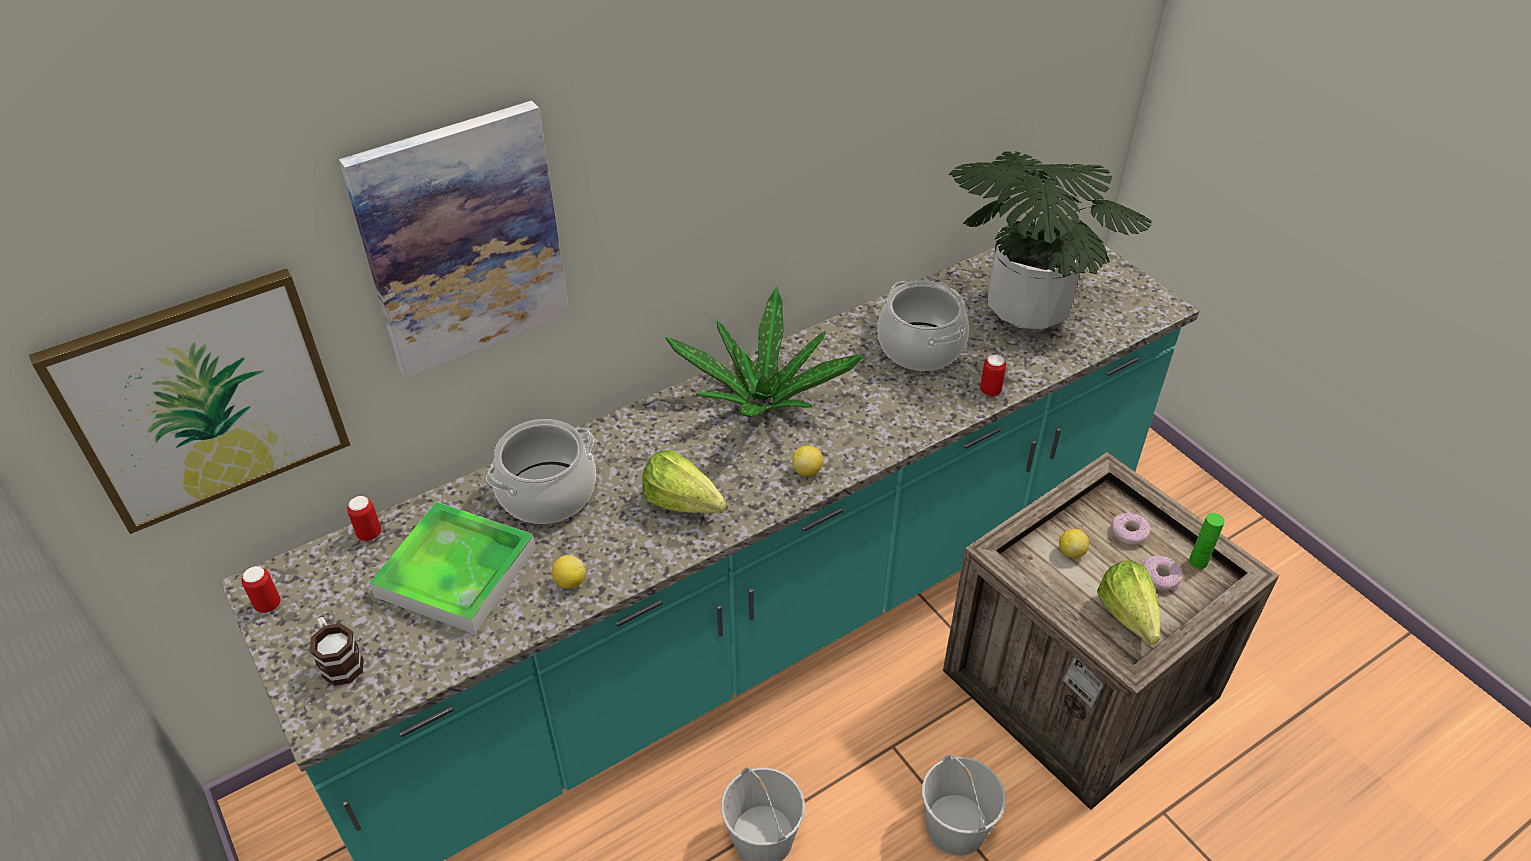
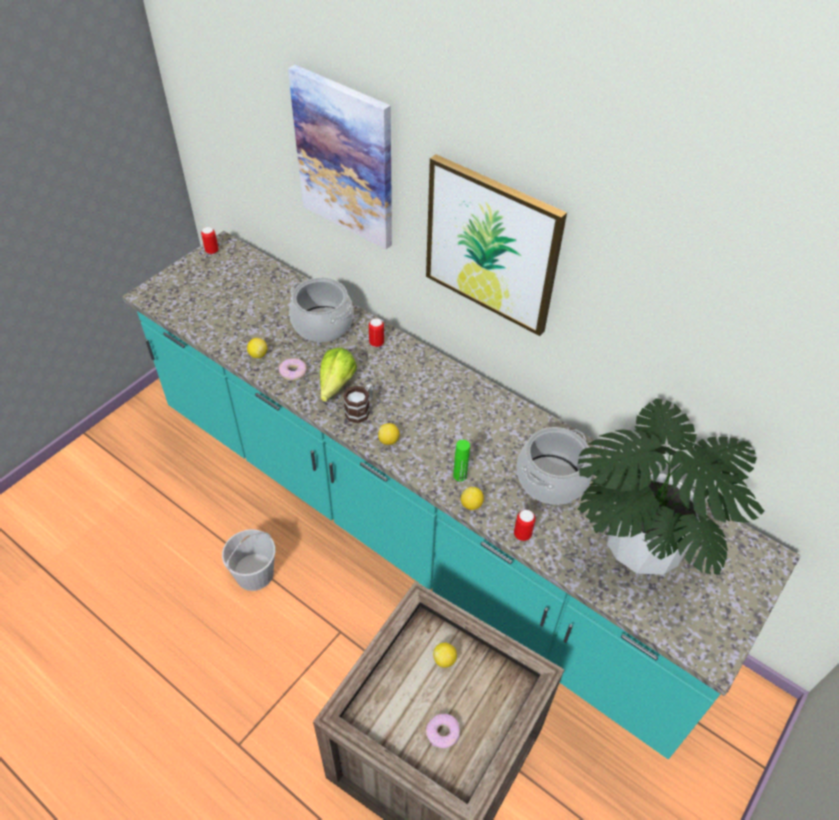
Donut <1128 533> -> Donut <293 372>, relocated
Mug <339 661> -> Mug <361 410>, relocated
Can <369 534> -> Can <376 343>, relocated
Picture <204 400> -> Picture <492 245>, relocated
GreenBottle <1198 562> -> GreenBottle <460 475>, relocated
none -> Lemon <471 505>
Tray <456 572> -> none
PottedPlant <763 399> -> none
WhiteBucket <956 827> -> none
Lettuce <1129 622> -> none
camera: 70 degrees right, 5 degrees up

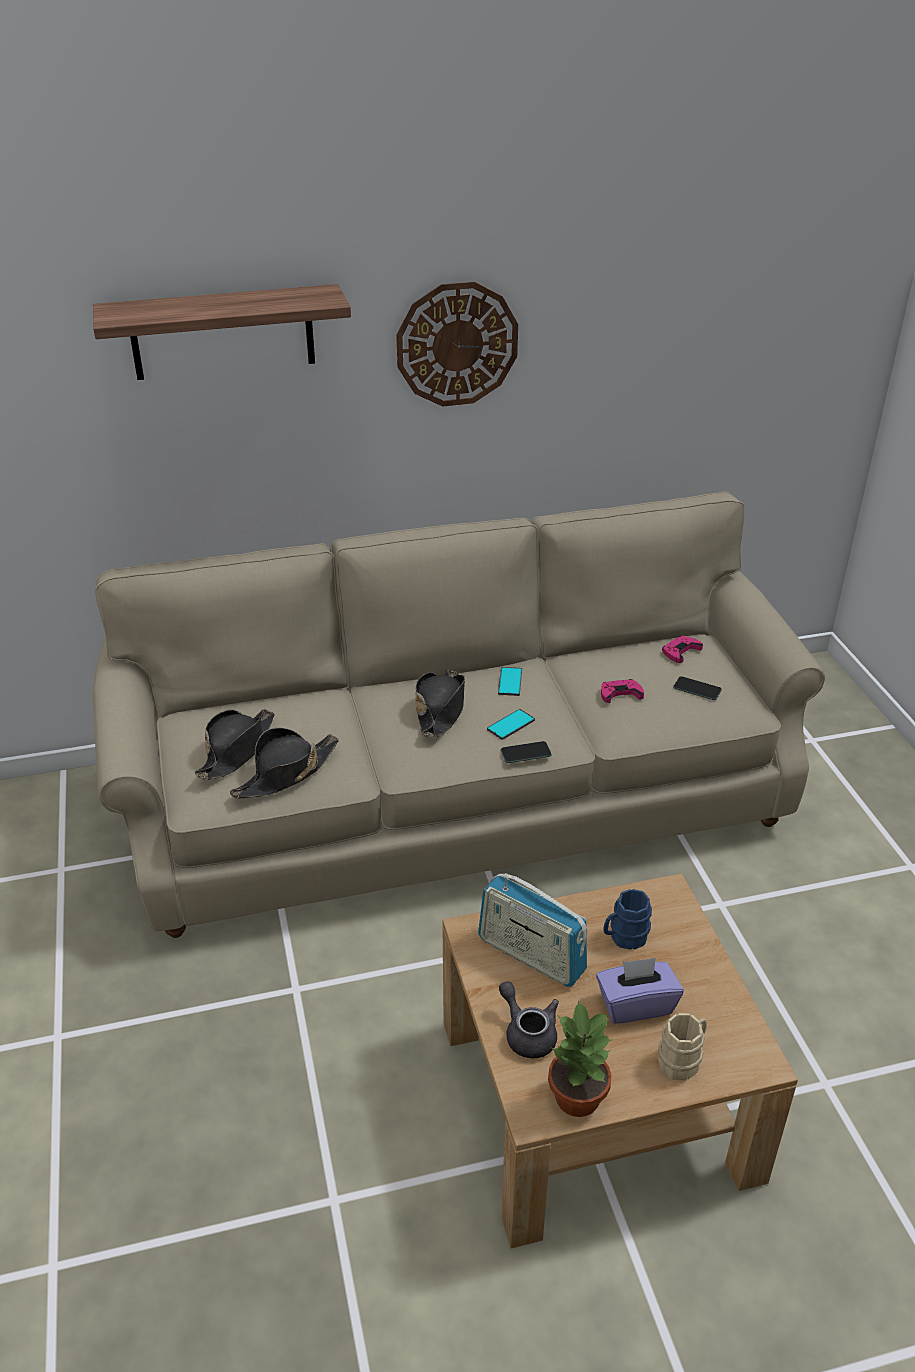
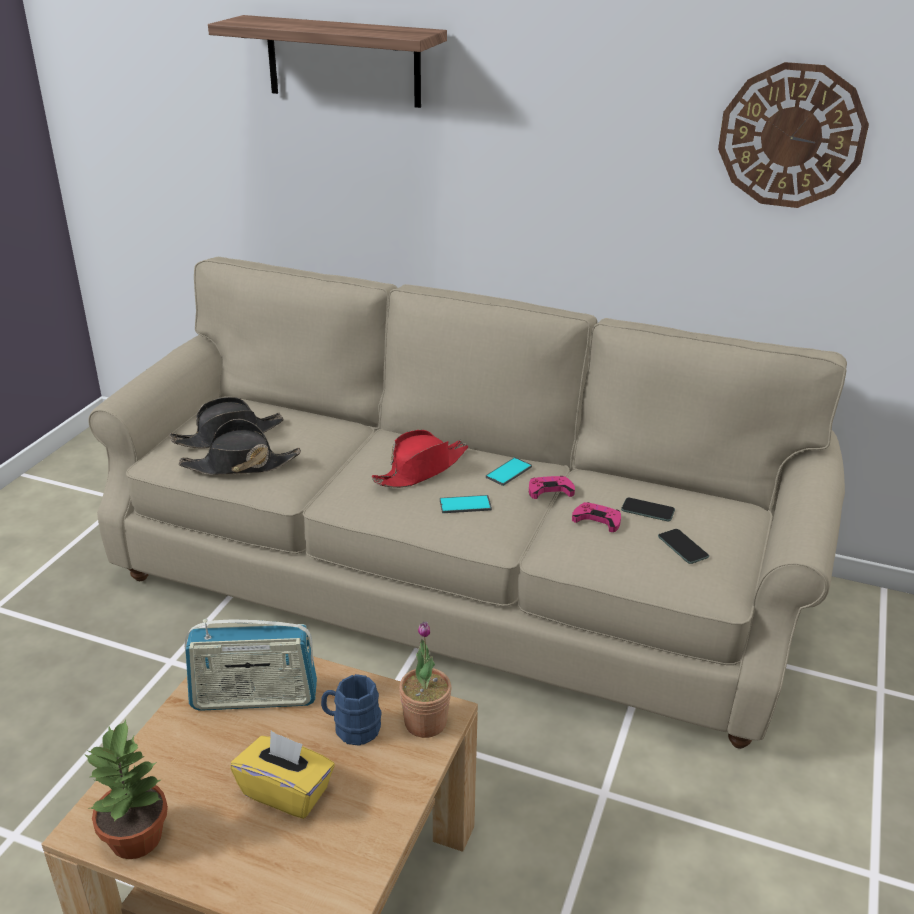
Radio <531 955> -> Radio <254 698>, 75 degrees counterclockwise
PurpleTissueBox <635 1004> -> YellowTissueBox <286 791>
BlackHat <440 709> -> RedHat <421 469>
none -> PottedPlant <425 722>
PinkGameController <680 651> -> PinkGameController <550 490>, relocated
Phone <526 753> -> Phone <648 510>, relocated
WallClock <457 344> -> WallClock <791 136>, relocated
GreyTeapot <527 1033> -> none
BeigeMug <682 1059> -> none
camera: 35 degrees right, 5 degrees down

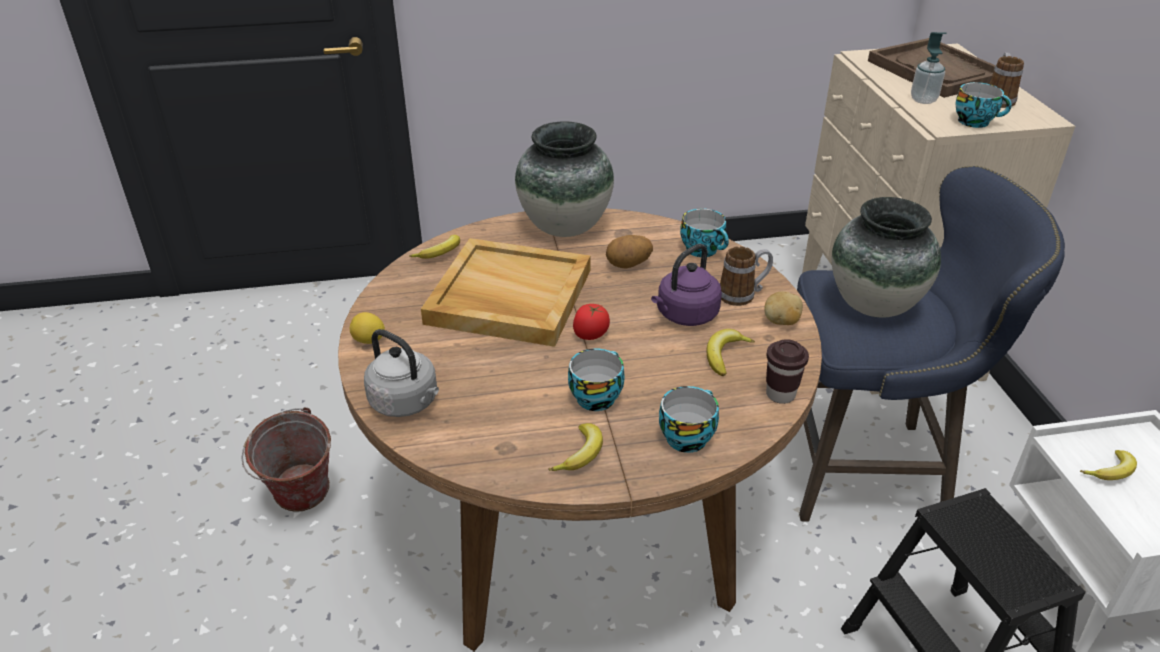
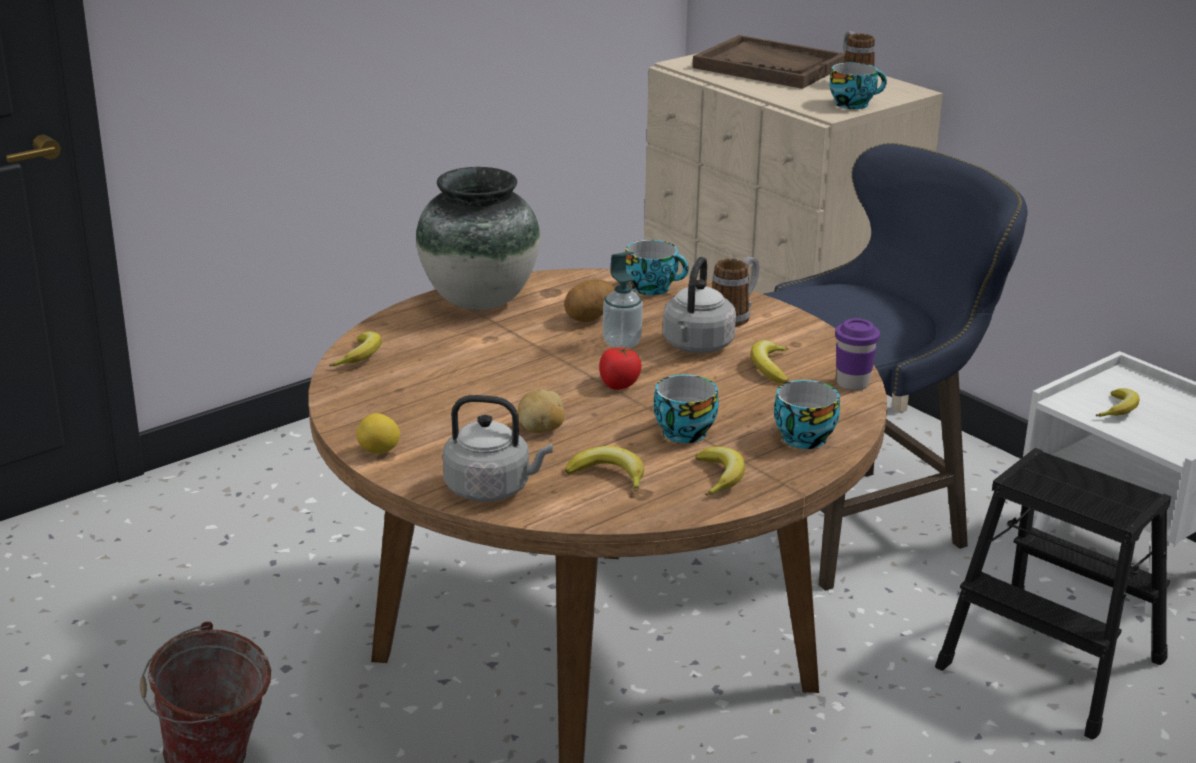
Potato <781 322> -> Potato <541 430>, relocated
none -> Banana <609 475>
SoapDispenser <923 100> -> SoapDispenser <622 343>, relocated
PurpleKettle <685 316> -> GreyKettle <696 346>
BrownCup <780 394> -> PurpleCup <852 384>
BeigeTray <508 297> -> none
Vase <874 306> -> none
camera: 30 degrees left, 10 degrees down

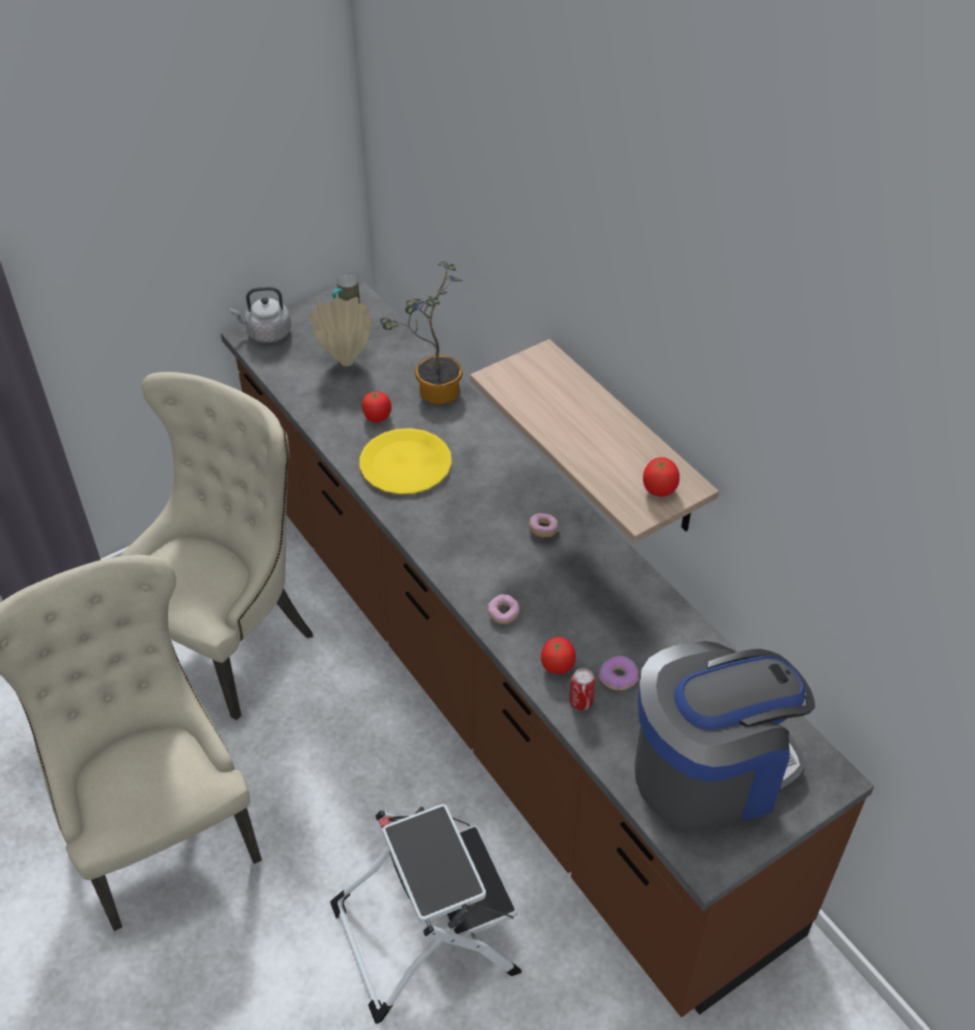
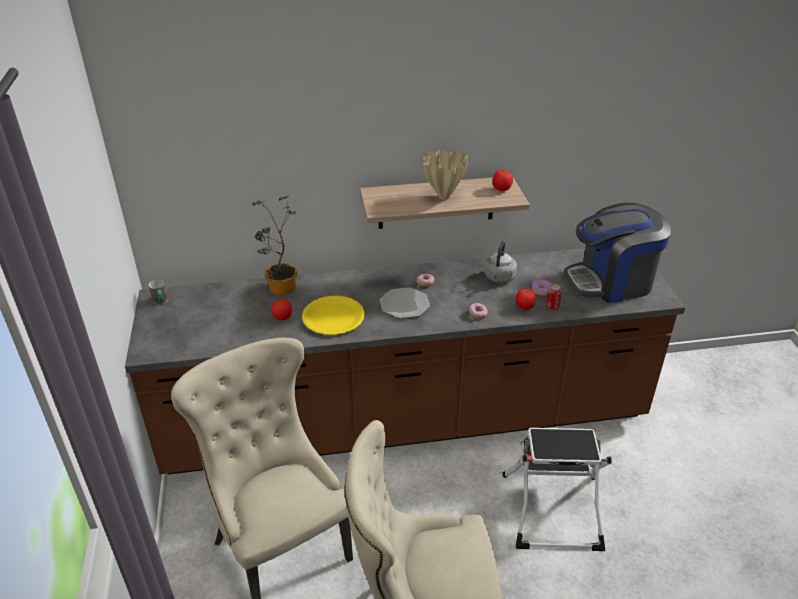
none -> Plate <404 304>
BeigeVase <346 361> -> BeigeVase <443 197>, relocated
GreyKettle <266 333> -> GreyKettle <499 278>, relocated
CoffeeMachine <710 770> -> CoffeeMachine <611 281>, 105 degrees counterclockwise
camera: 65 degrees left, 10 degrees down

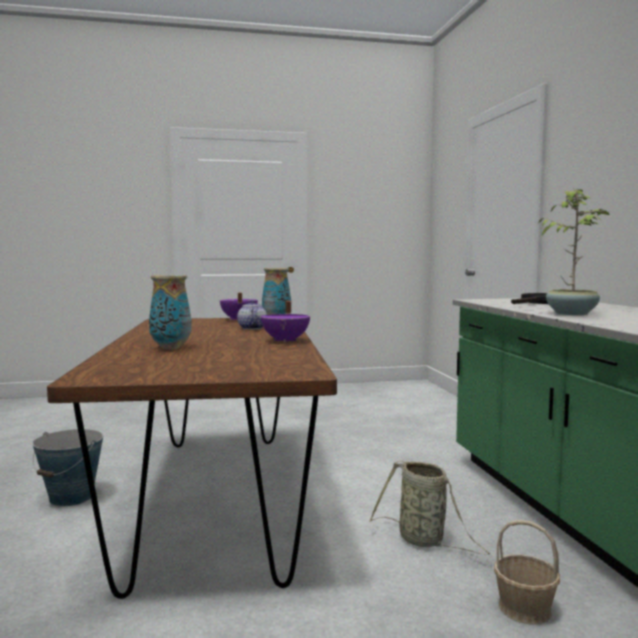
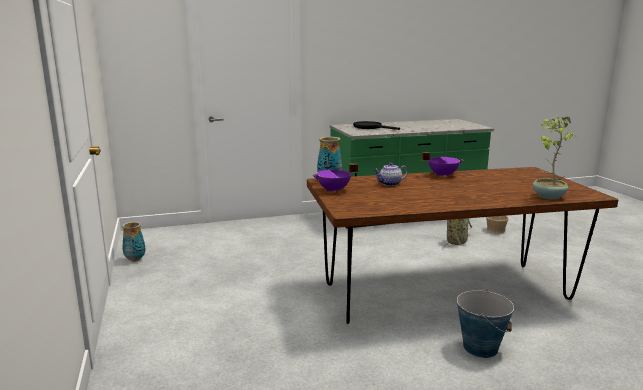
Vase <170 348> -> Vase <135 259>, relocated
PottedPlant <571 313> -> PottedPlant <547 196>, relocated
camera: 95 degrees left, 10 degrees up

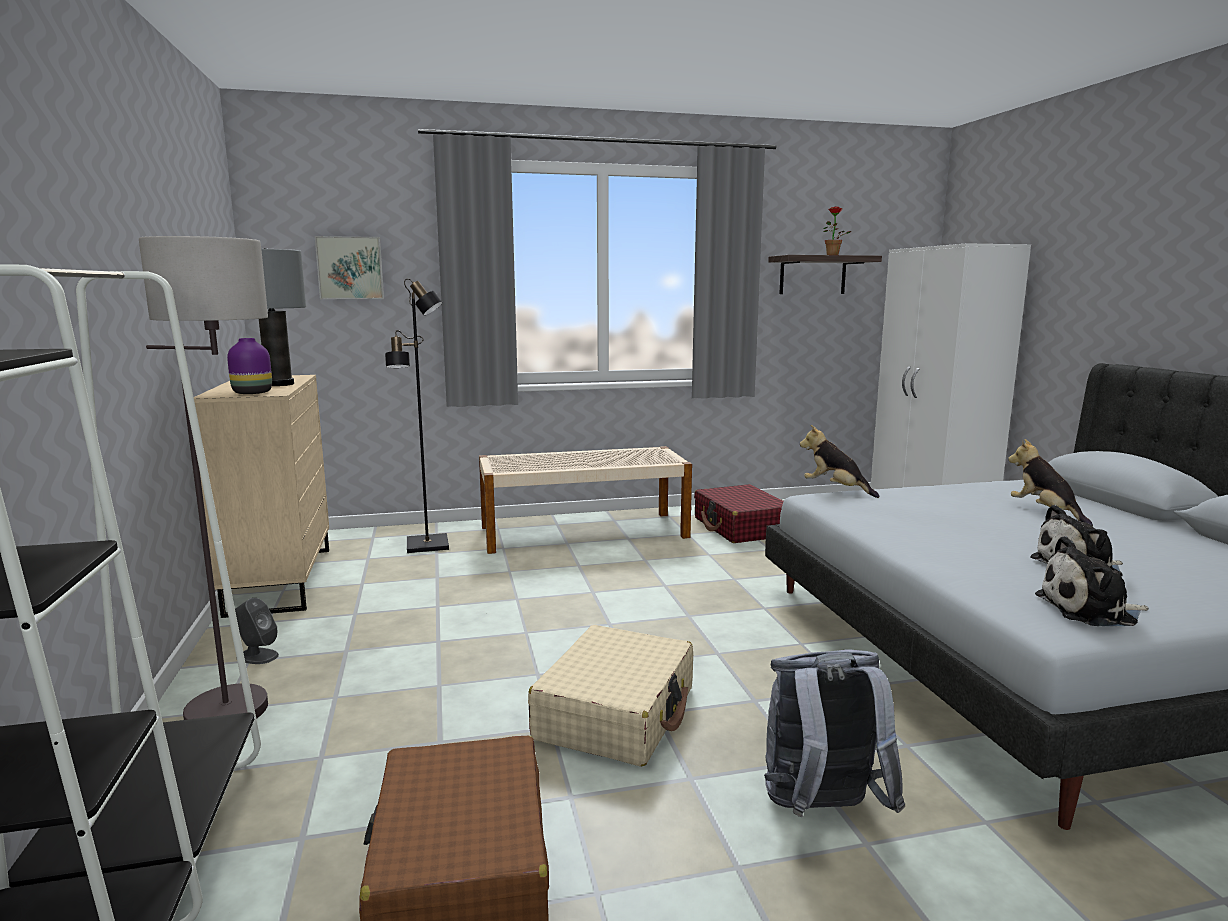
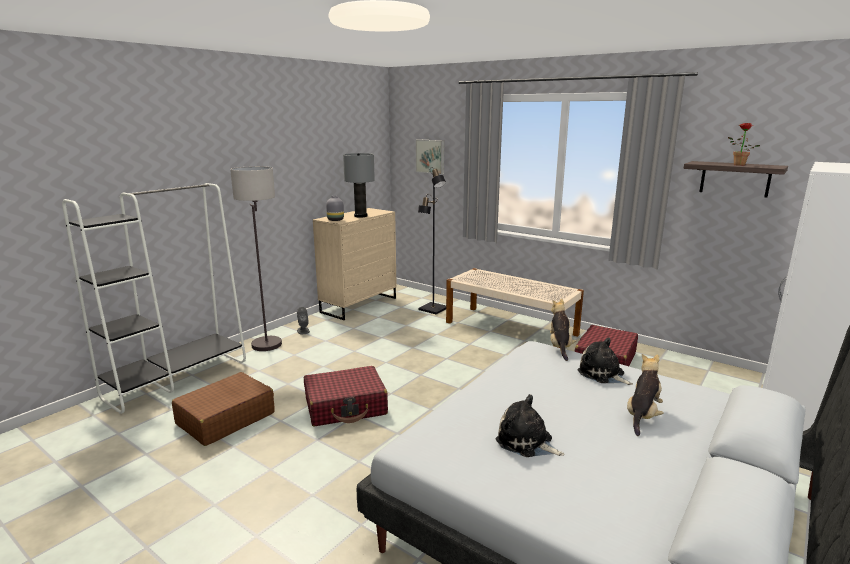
BeigeSuitcase <616 713> -> RedSuitcase <346 406>
PurpleVase <253 393> -> GreyVase <336 220>
PlushToy <1091 610> -> PlushToy <603 374>, relocated
GreyBackpack <821 811> -> none
camera: 50 degrees right, 5 degrees up

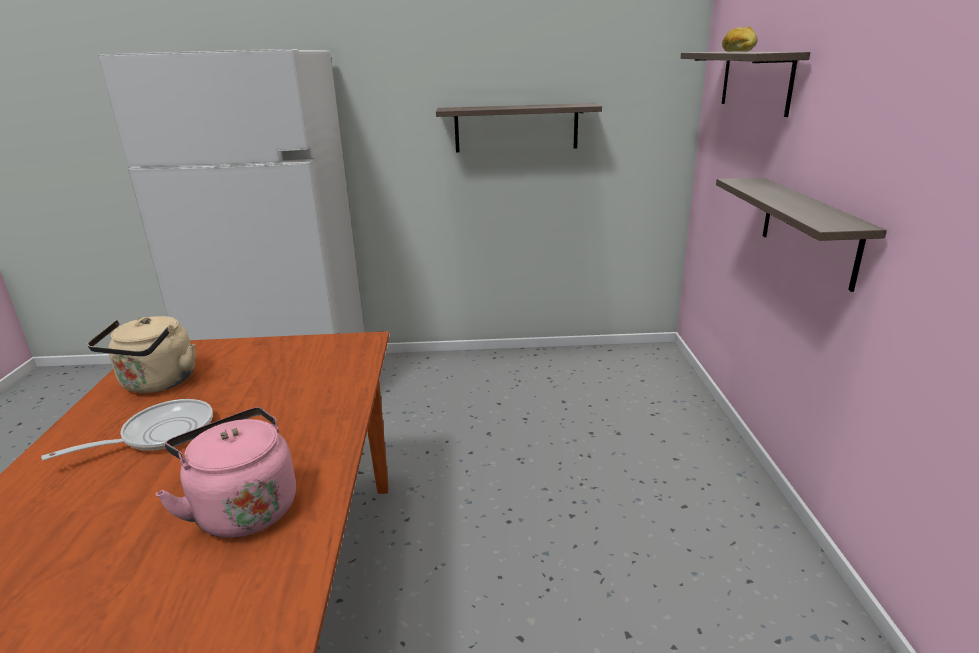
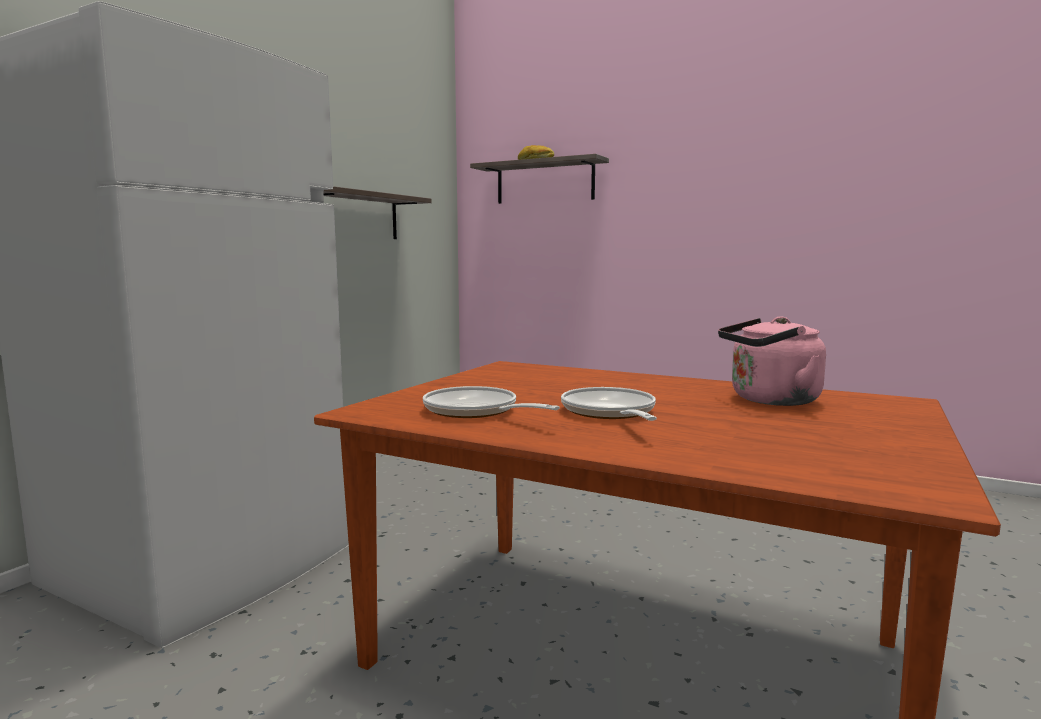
BeigeKettle <157 383> -> FryingPan <476 411>
Shelf <809 230> -> none
camera: 60 degrees left, 15 degrees down

